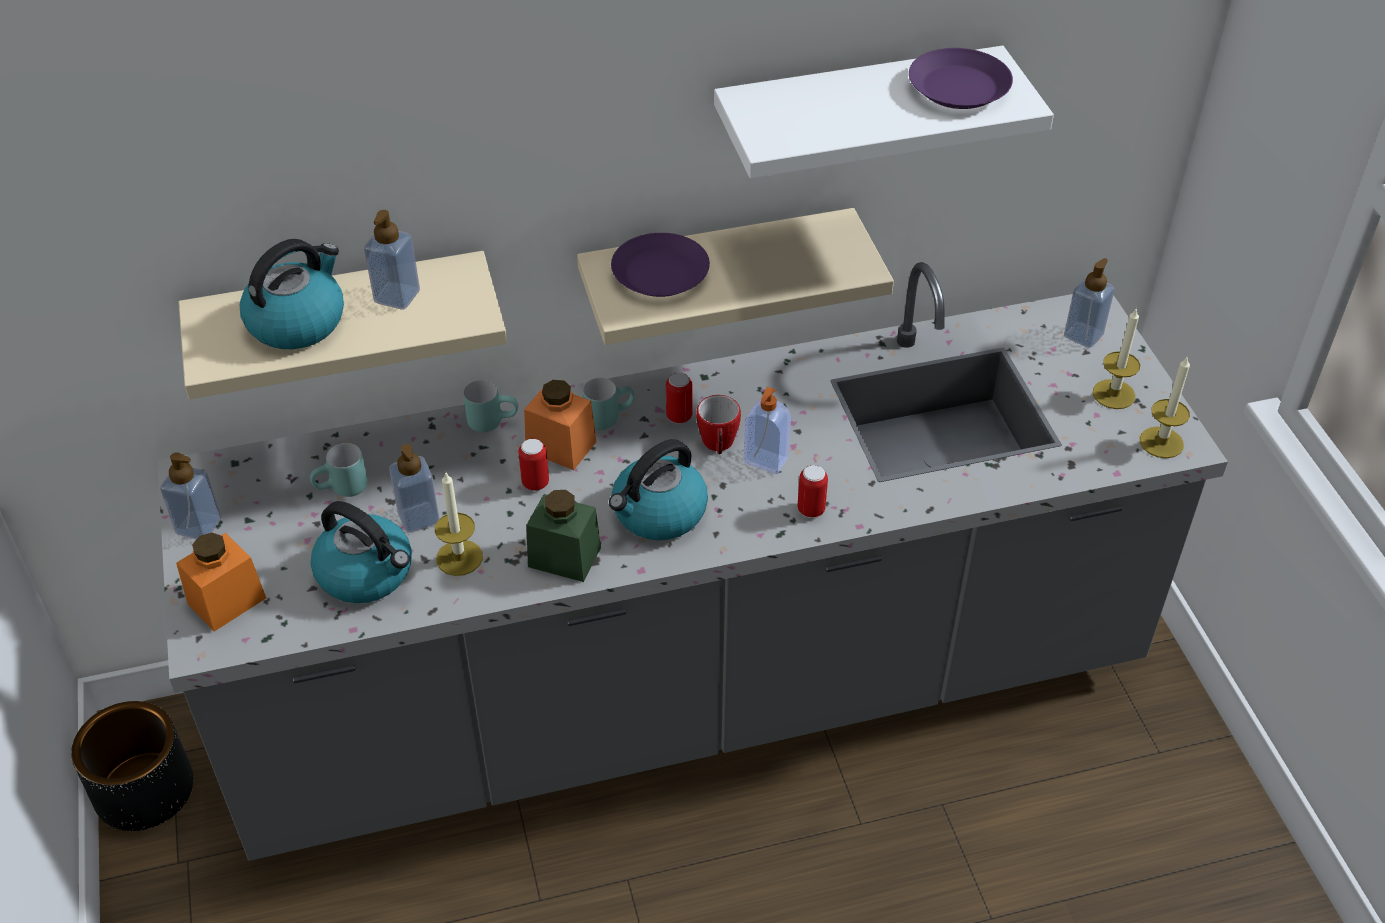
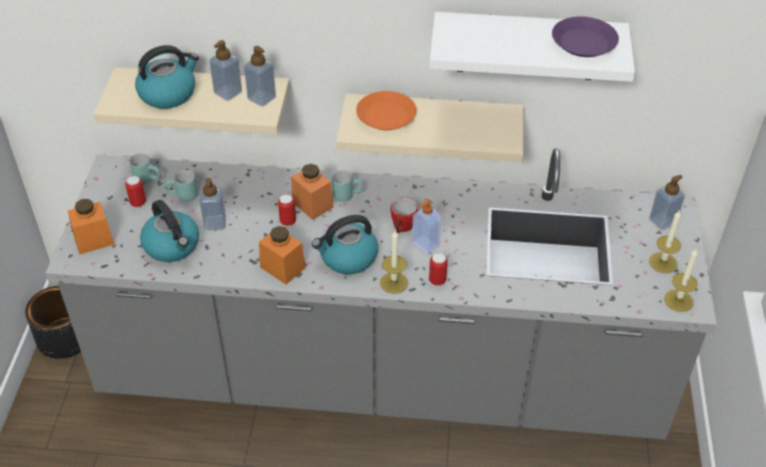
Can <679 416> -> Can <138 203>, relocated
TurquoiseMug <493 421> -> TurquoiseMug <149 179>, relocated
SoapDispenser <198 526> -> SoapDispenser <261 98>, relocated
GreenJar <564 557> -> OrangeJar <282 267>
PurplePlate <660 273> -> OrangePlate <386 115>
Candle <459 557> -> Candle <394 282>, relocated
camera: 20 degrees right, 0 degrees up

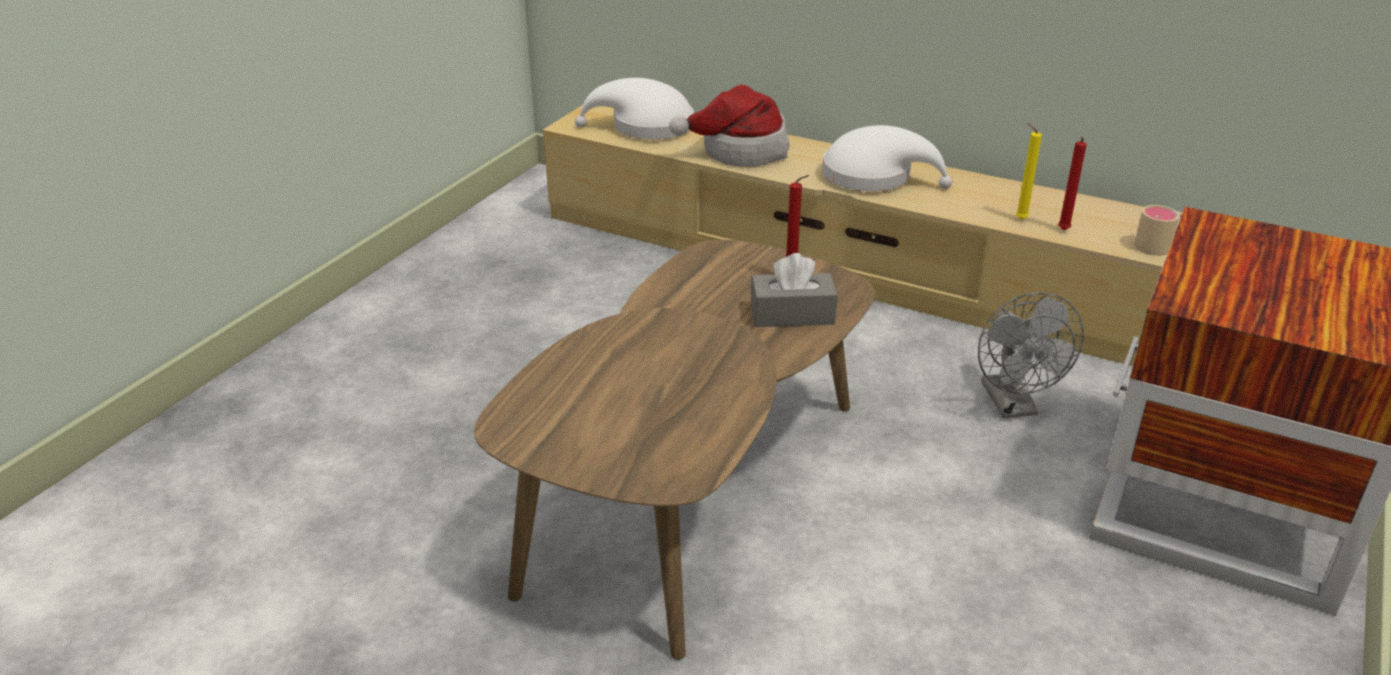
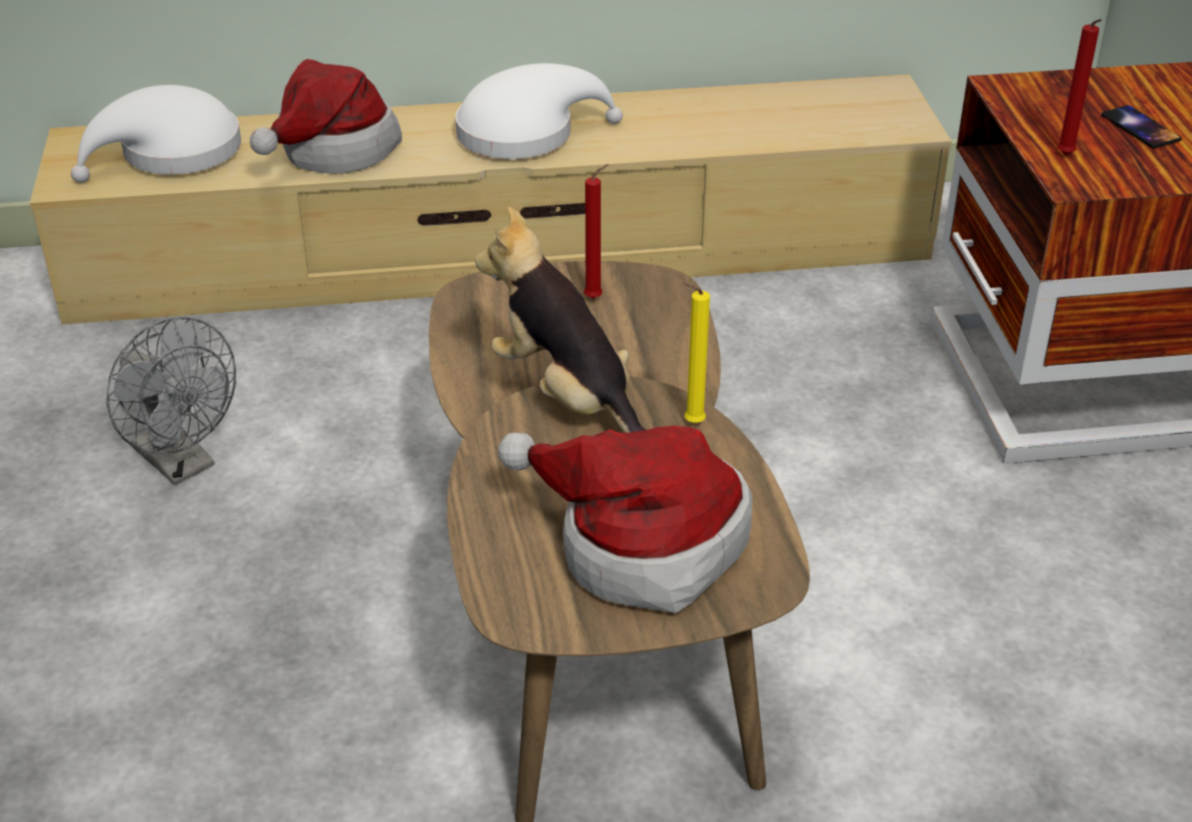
GreyFan <1013 406> -> GreyFan <182 464>, relocated
none -> PlushToy <569 398>
none -> Hat <640 545>
YellowCandle <1019 219> -> YellowCandle <691 423>, relocated
RedCandle <1063 231> -> RedCandle <1066 156>, relocated
none -> Phone <1140 128>
GreyTissueBox <792 314> -> none
BeigeMug <1159 245> -> none
camera: 35 degrees left, 5 degrees up

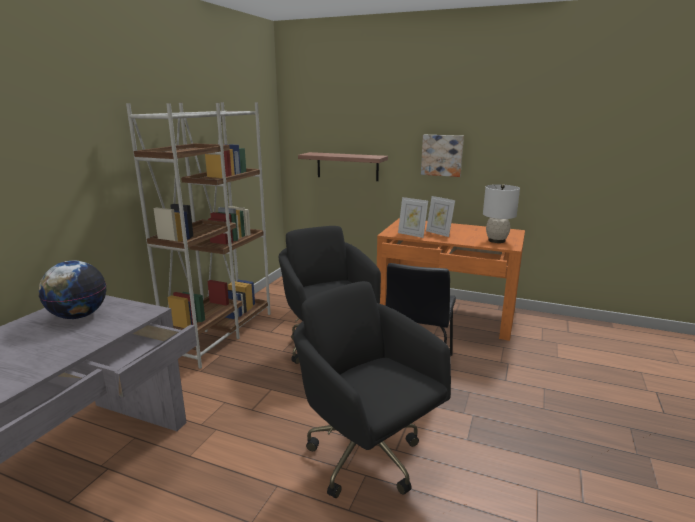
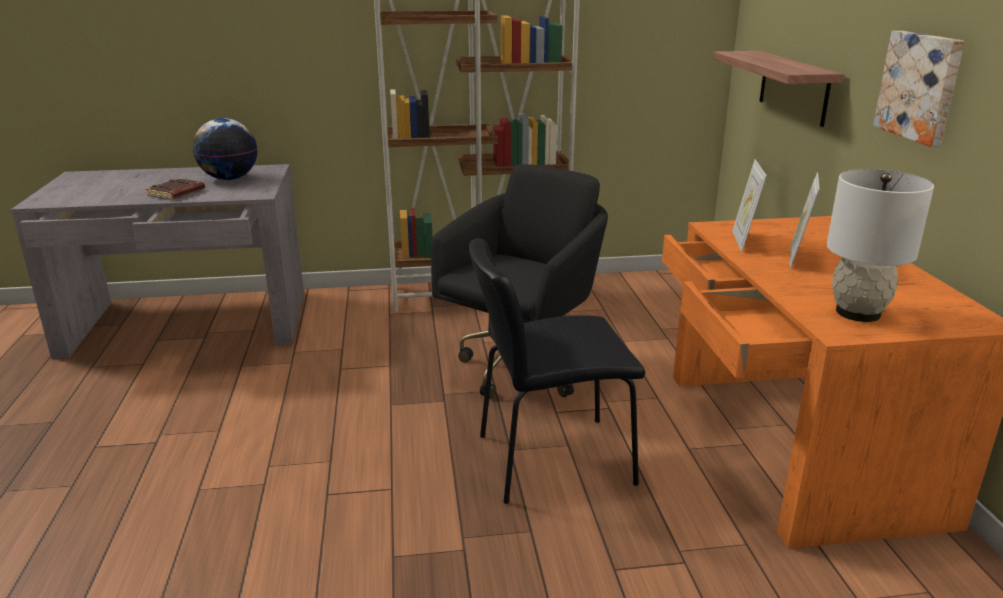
none -> BrownBook <177 193>
BlackOfficeChair <368 461> -> none
camera: 60 degrees right, 5 degrees up

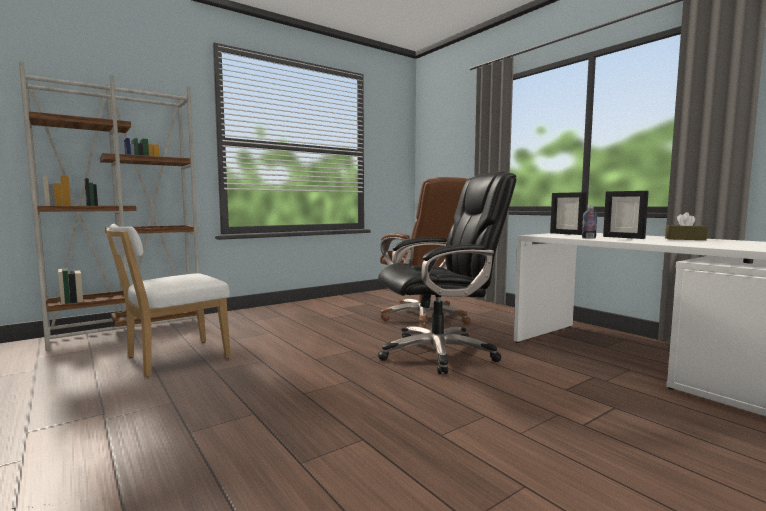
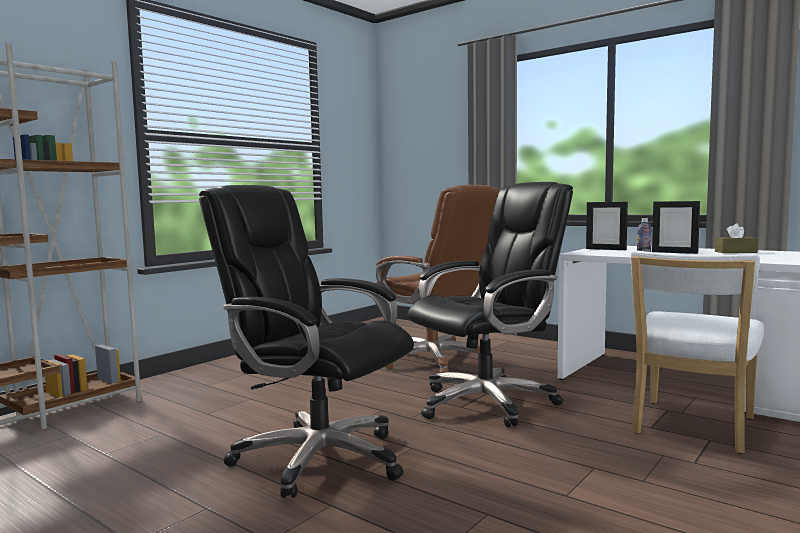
none -> BlackOfficeChair <317 458>
WhiteChair <173 359> -> WhiteChair <691 428>, relocated
camera: 15 degrees left, 0 degrees up

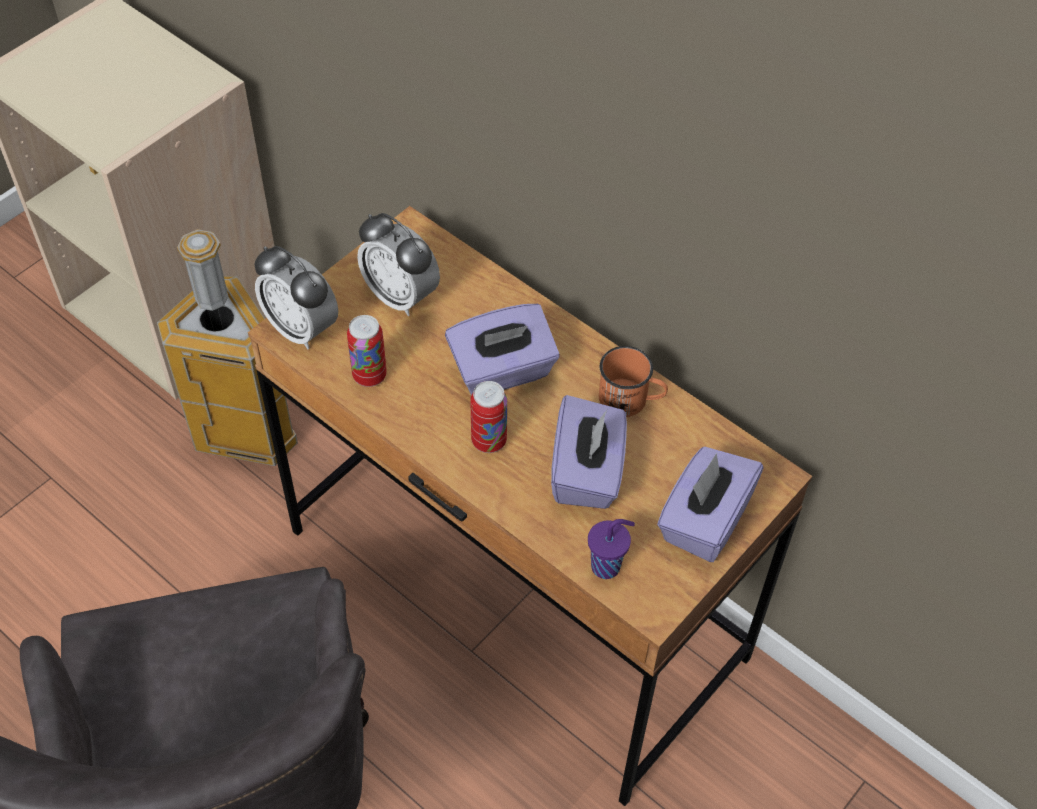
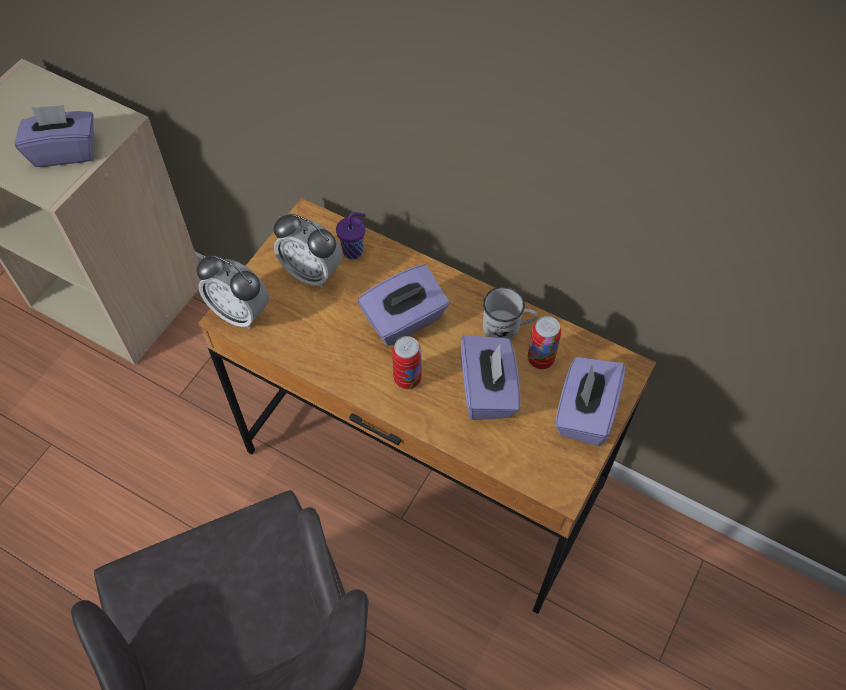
none -> PurpleTissueBox <65 151>
PurpleCup <607 566> -> PurpleCup <354 251>, relocated
OrangeMug <630 400> -> WhiteMug <507 326>
Can <369 375> -> Can <540 359>, relocated
TrashCan <247 433> -> none
camera: 10 degrees left, 5 degrees up

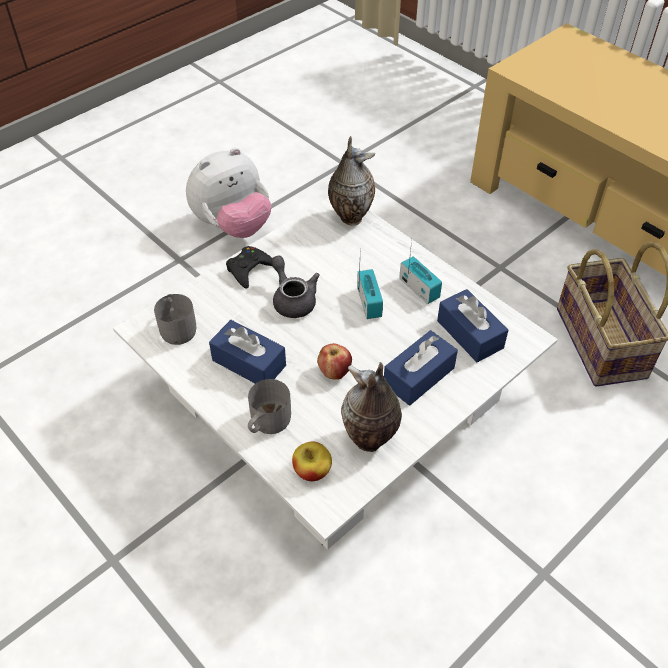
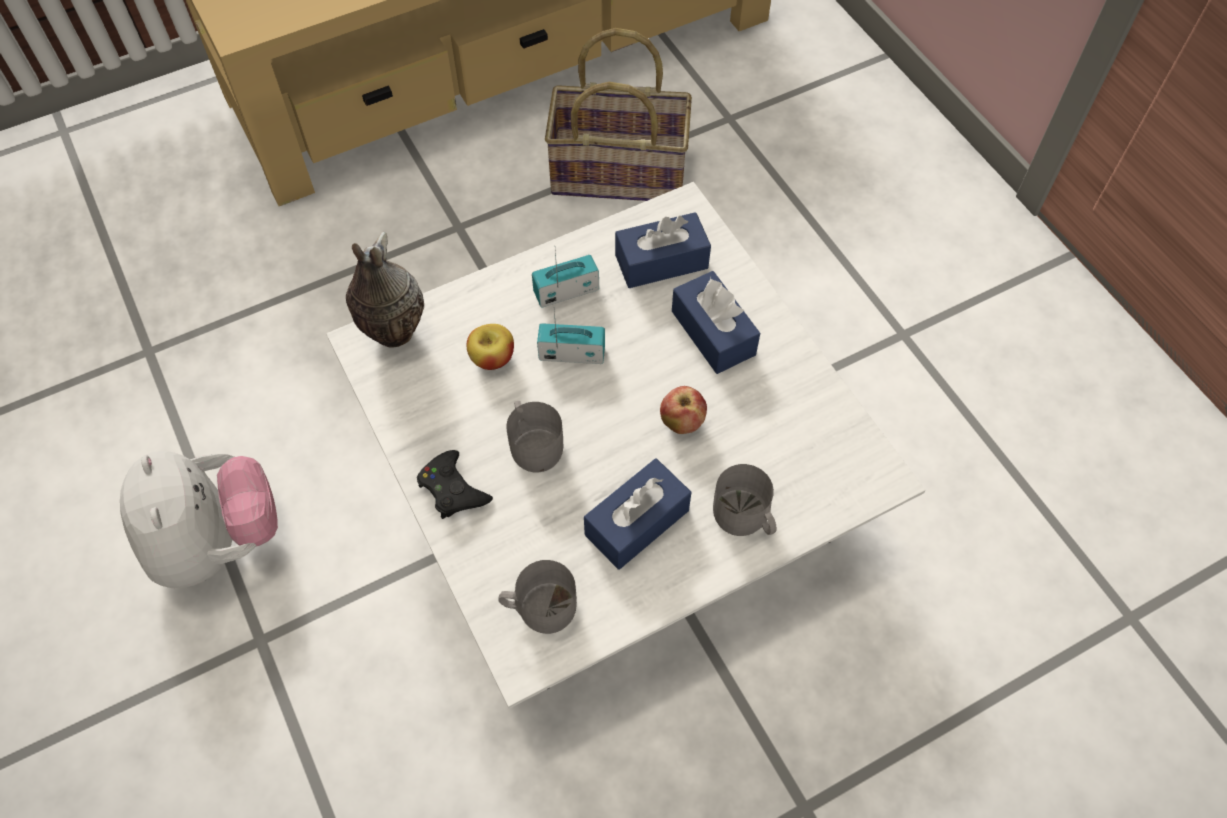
Apple <312 471> -> Apple <492 358>, relocated
GreyTeapot <292 299> -> GreyMug <534 444>
Vase <369 440> -> none
camera: 75 degrees left, 10 degrees up

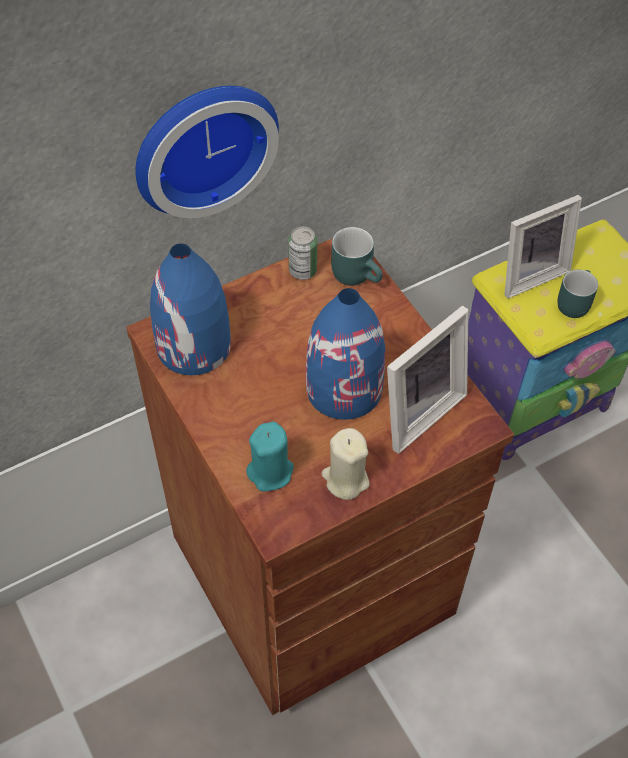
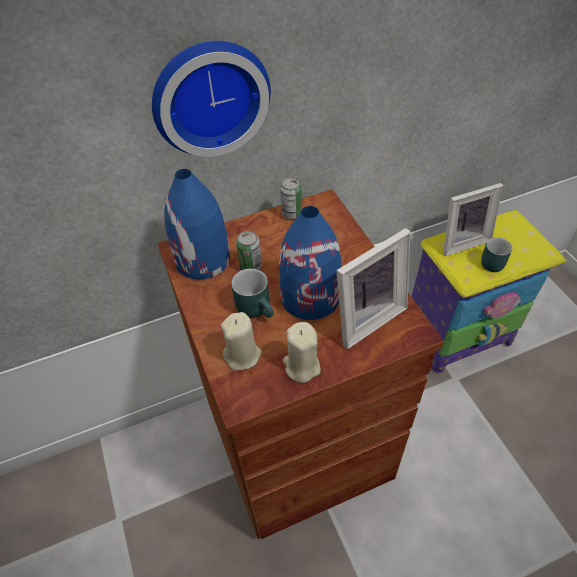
TurquoiseCandle <270 472> -> BeigeCandle <243 355>
TurquoiseMug <358 274> -> TurquoiseMug <258 308>, relocated
none -> Can <251 267>
camera: 10 degrees right, 5 degrees down

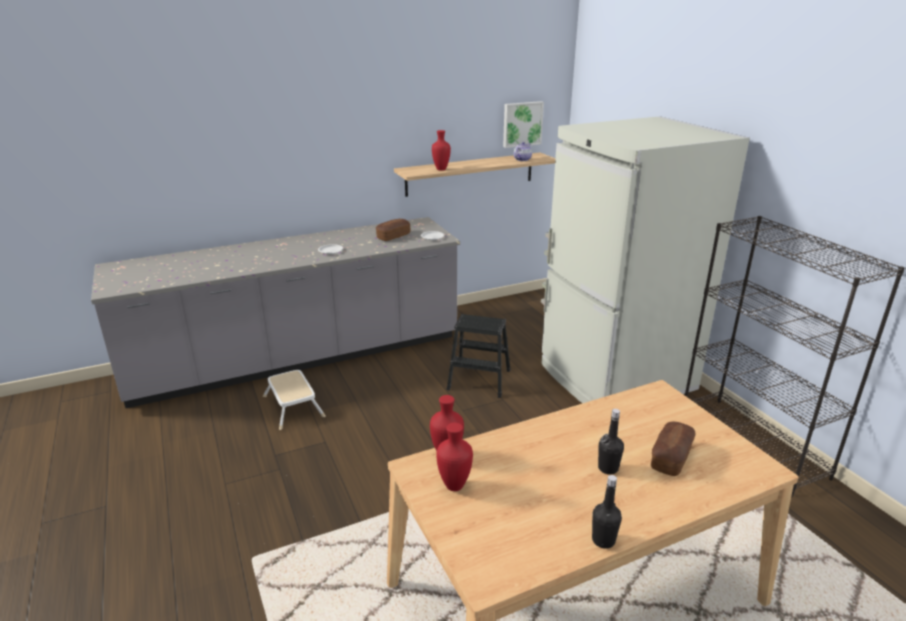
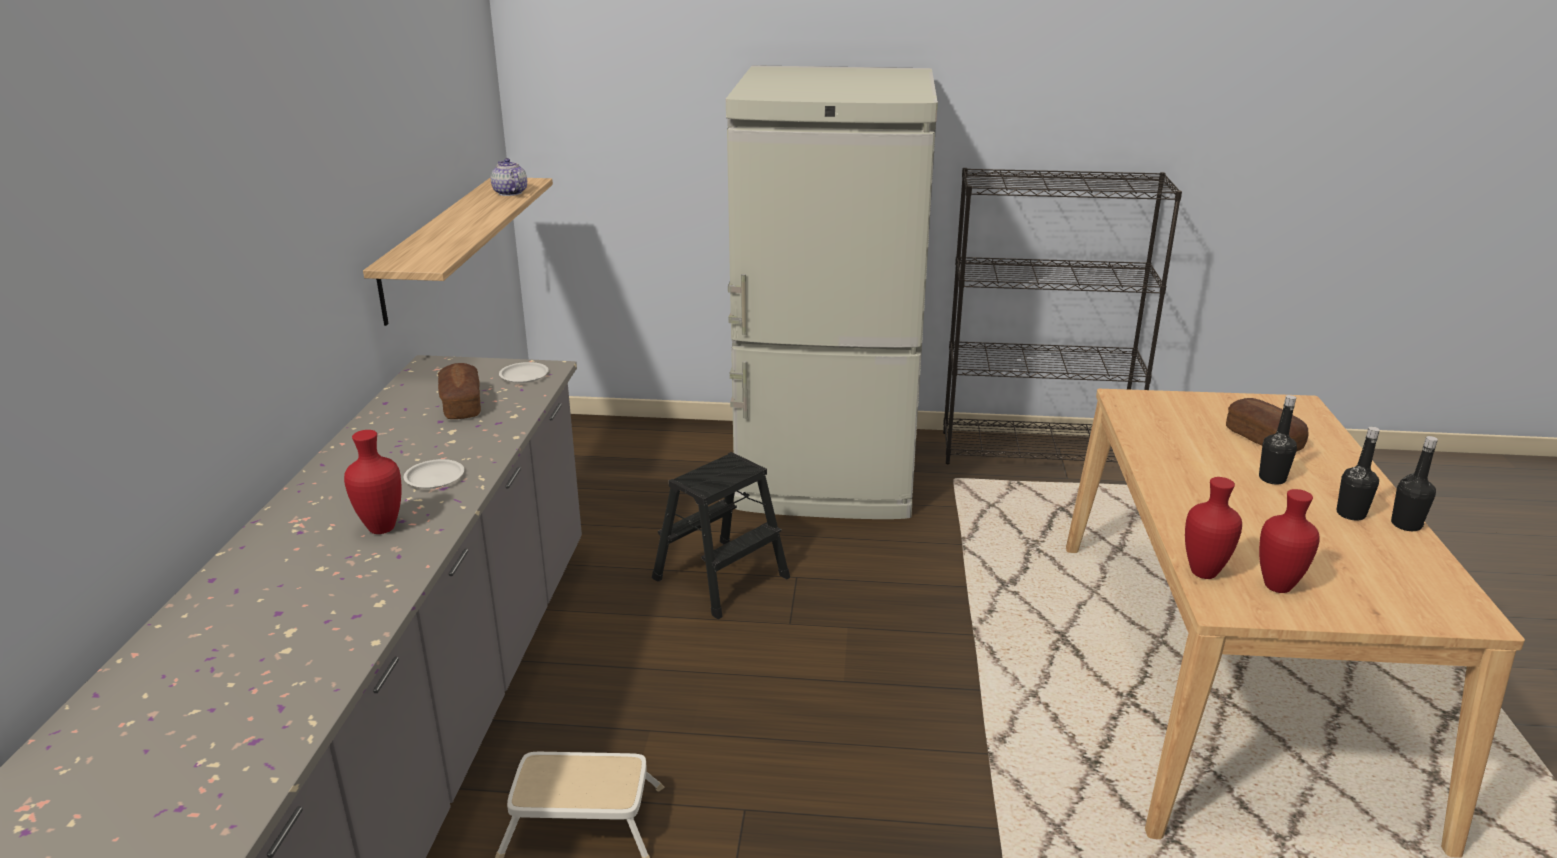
RedVase <440 169> -> RedVase <380 529>, relocated
none -> BlackBottle <1350 514>
Picture <522 124> -> none
camera: 60 degrees left, 0 degrees up

